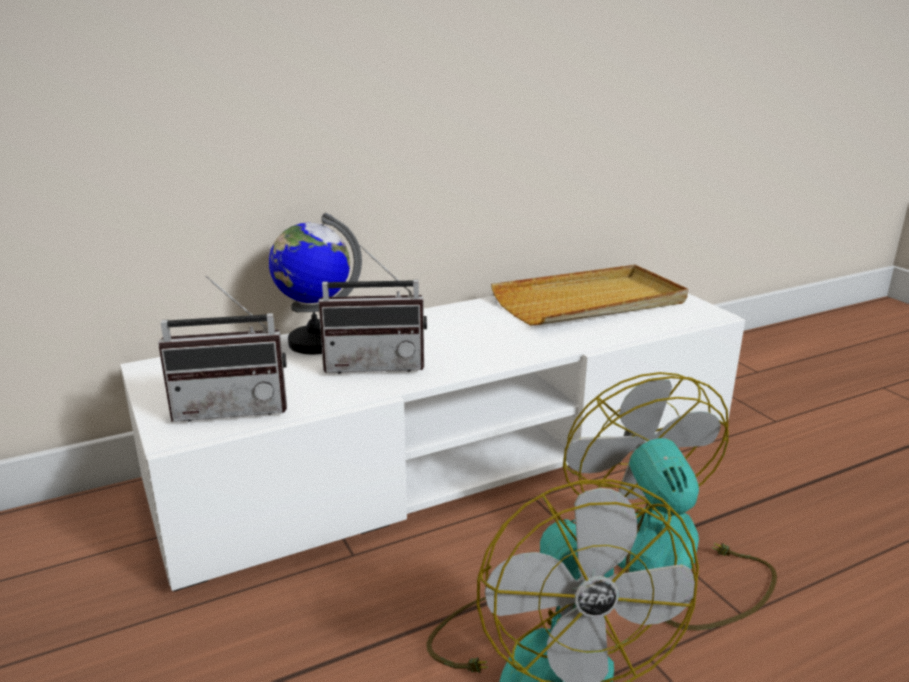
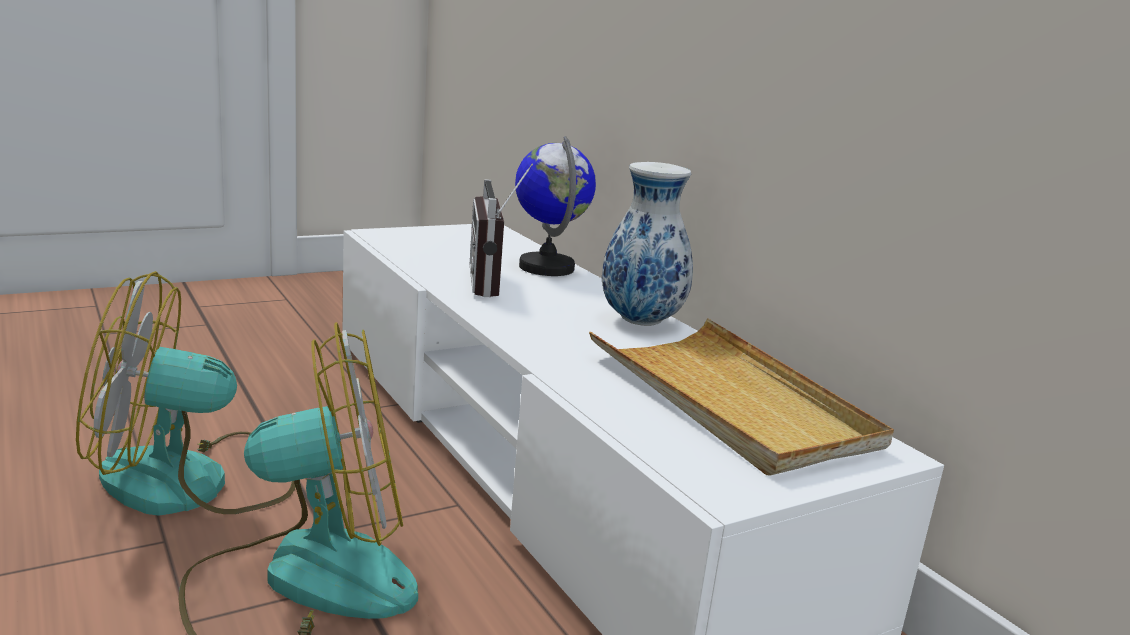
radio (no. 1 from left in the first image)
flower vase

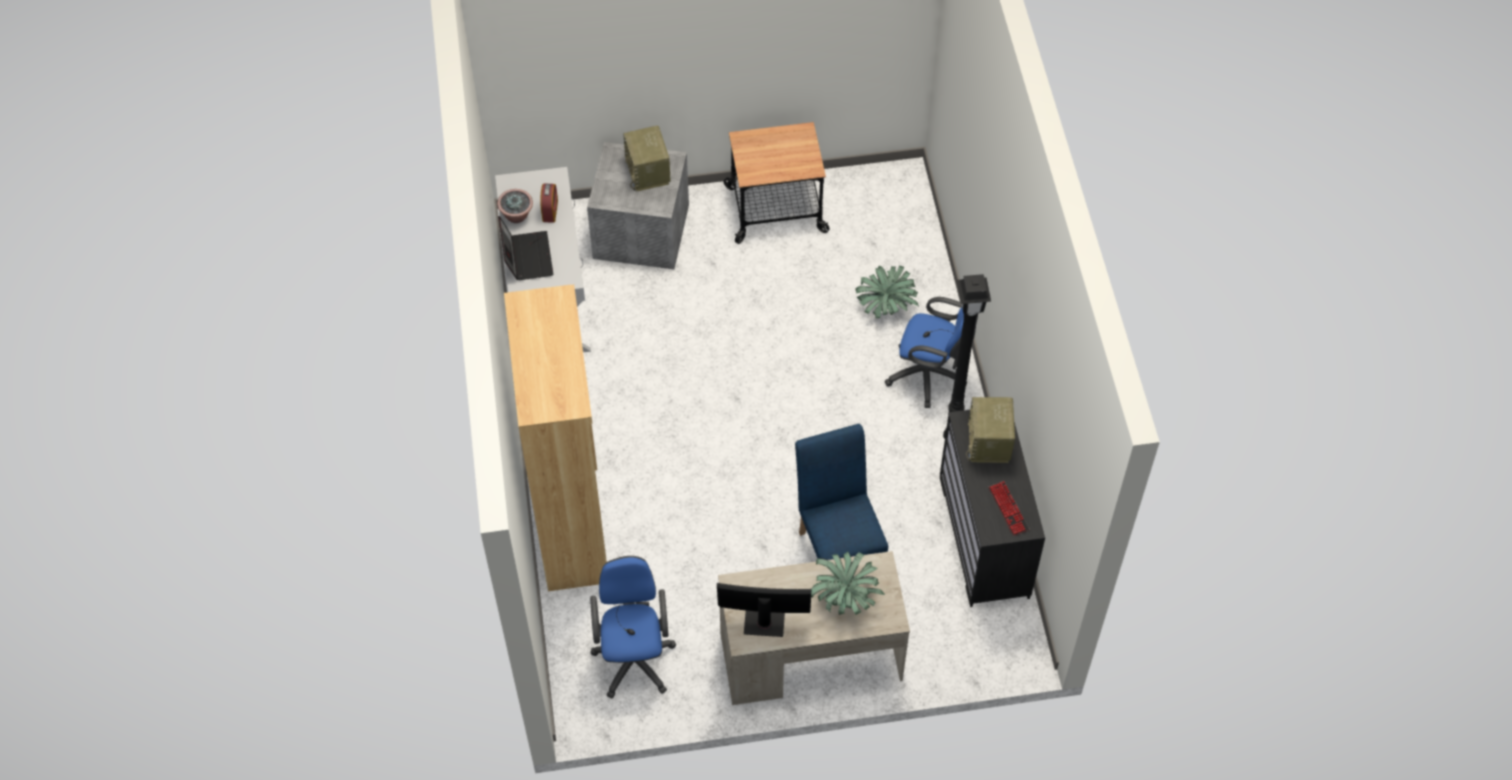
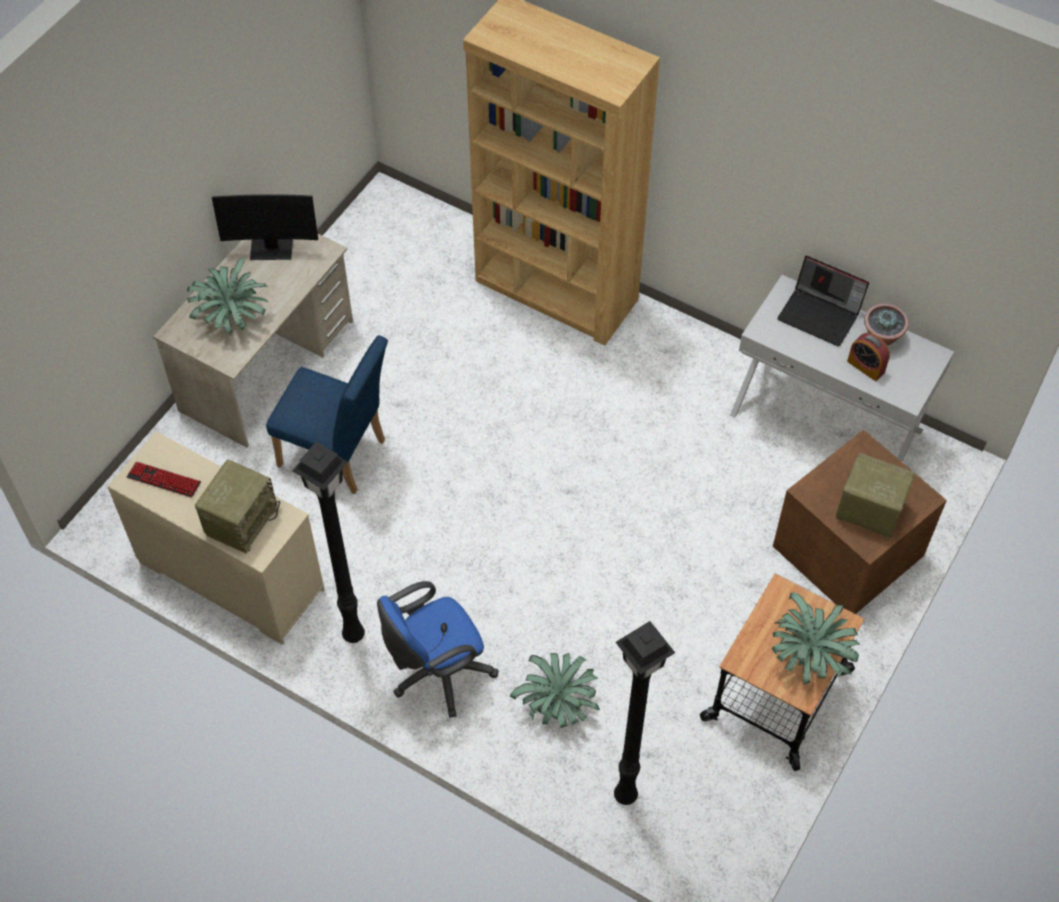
storage box/brown
radio (no. 1 from left)
drawer chest/beige-coloured
office chair/blue (no. 1 from left in the first image)
monitor
plant in a pot (no. 3 from left)
standing lamp/blackish (no. 2 from left)

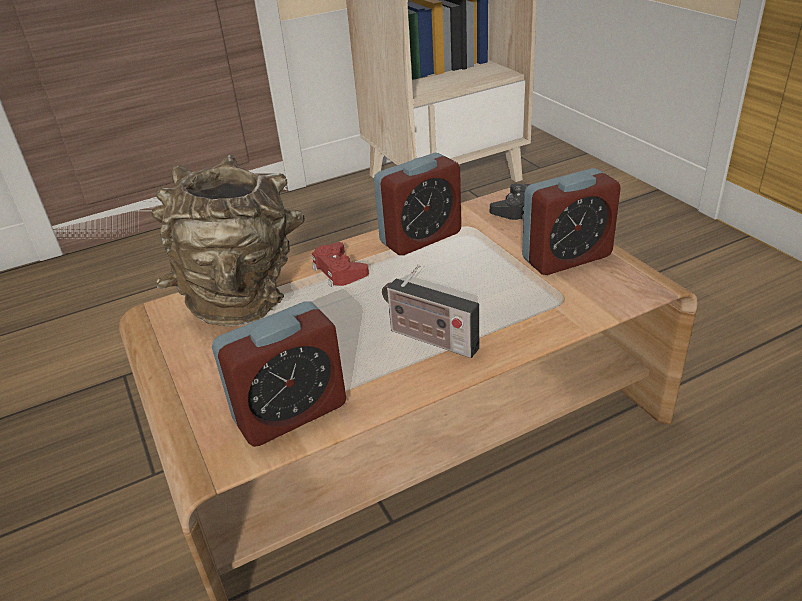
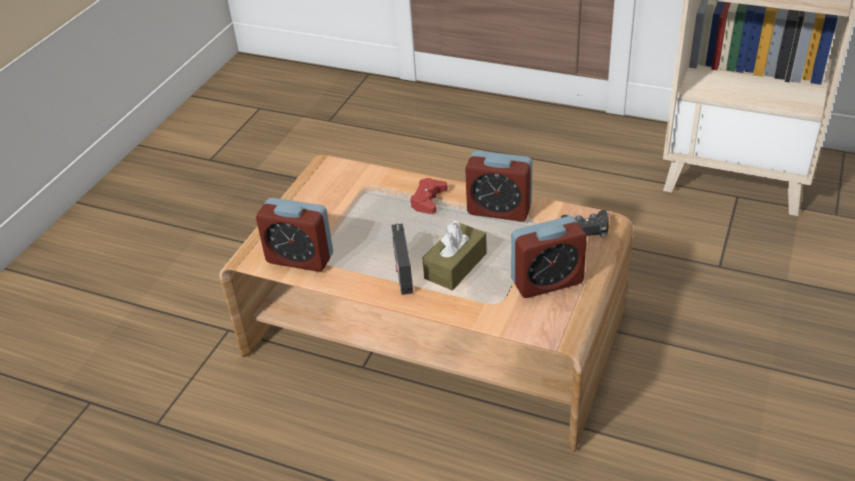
flower vase/brown
table clock (no. 3 from left)
tissue box/brown

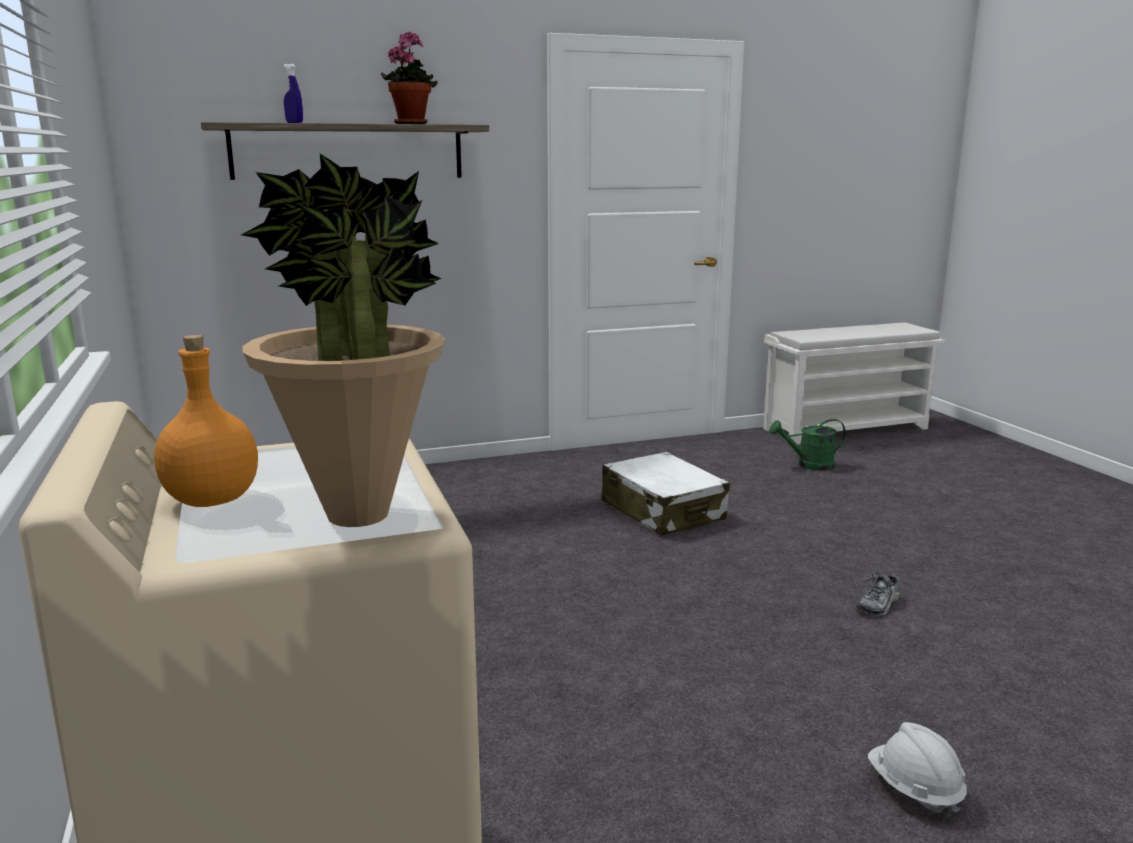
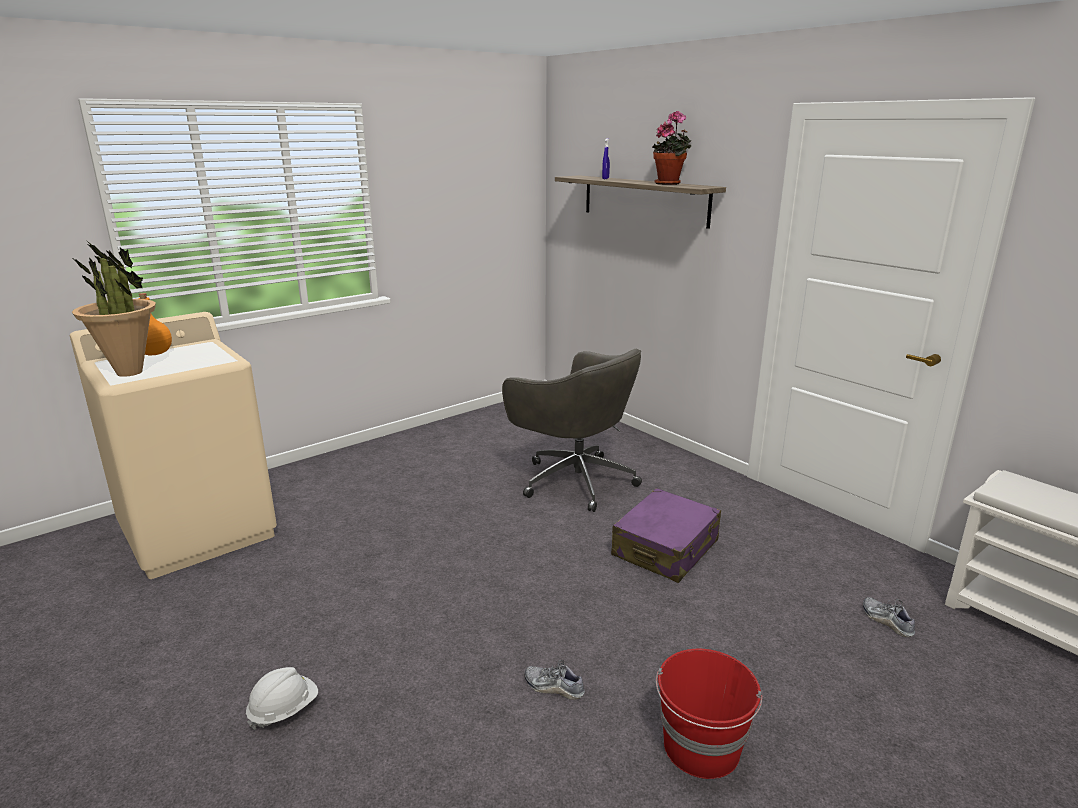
shoe (no. 2 from left)
piece of luggage/purplish
office chair/greyish
bucket/red

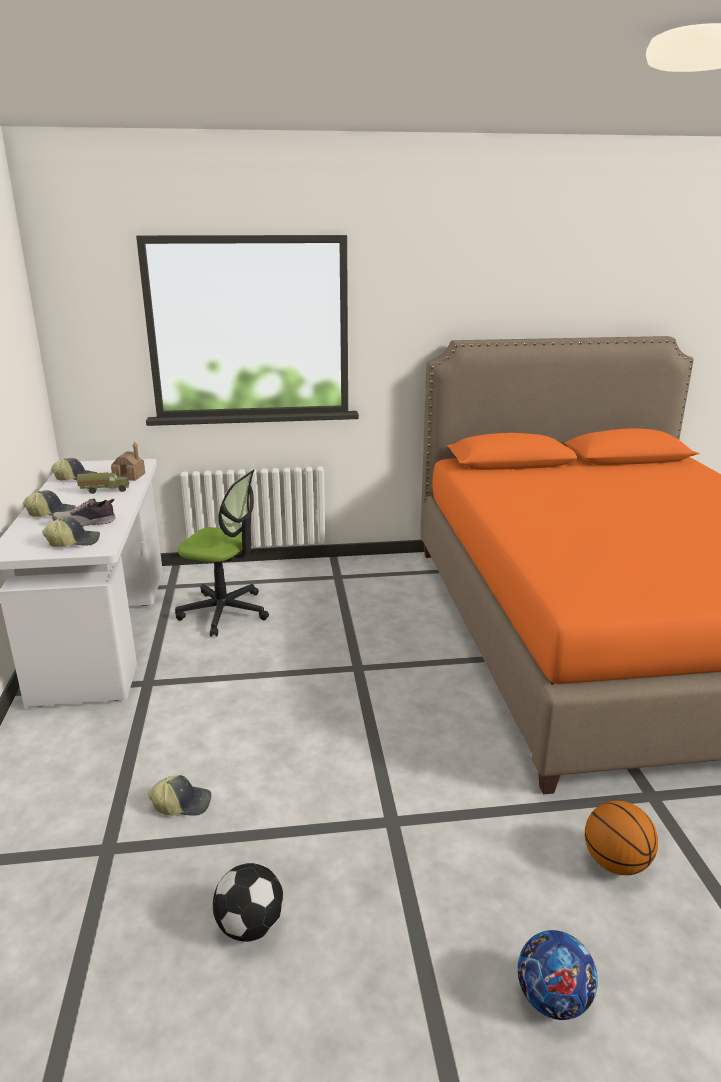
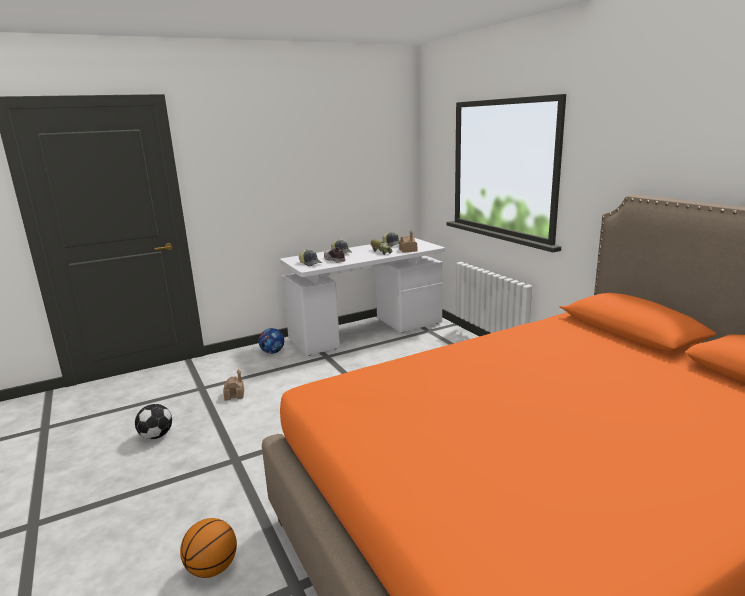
office chair
model house (no. 1 from left)
ball for football (no. 2 from left)

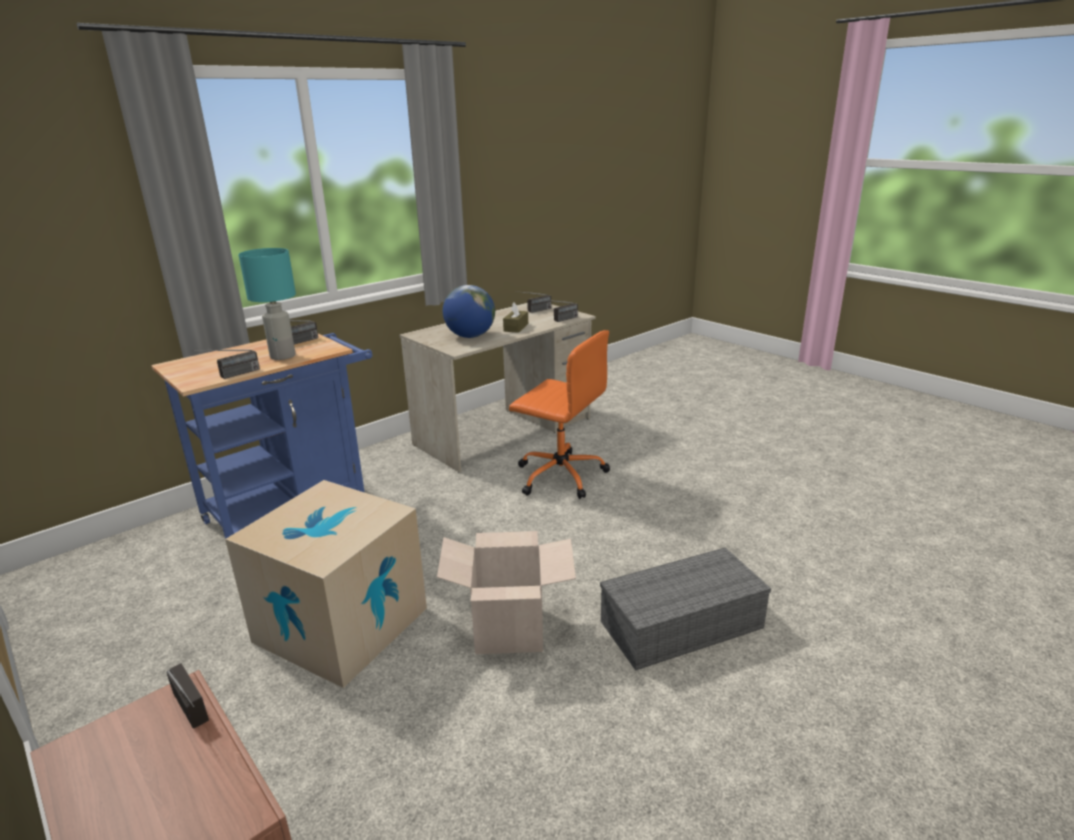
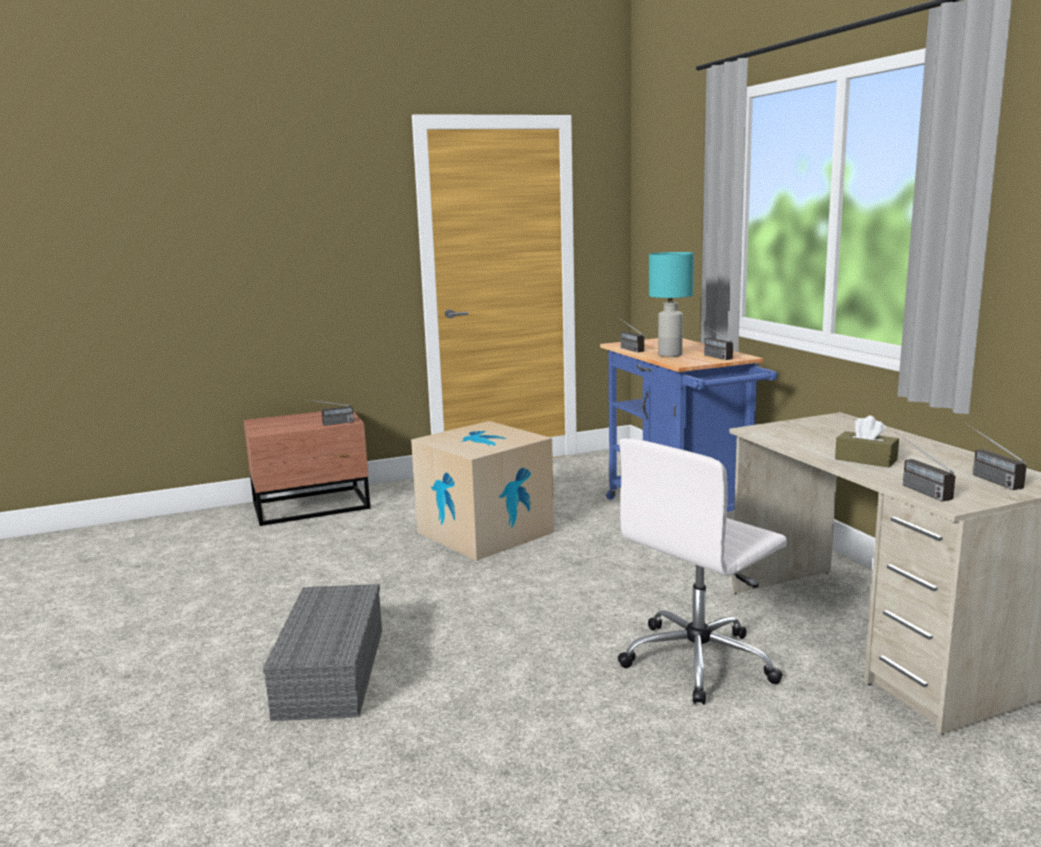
globe
office chair/whitish
packing box (no. 2 from left in the first image)

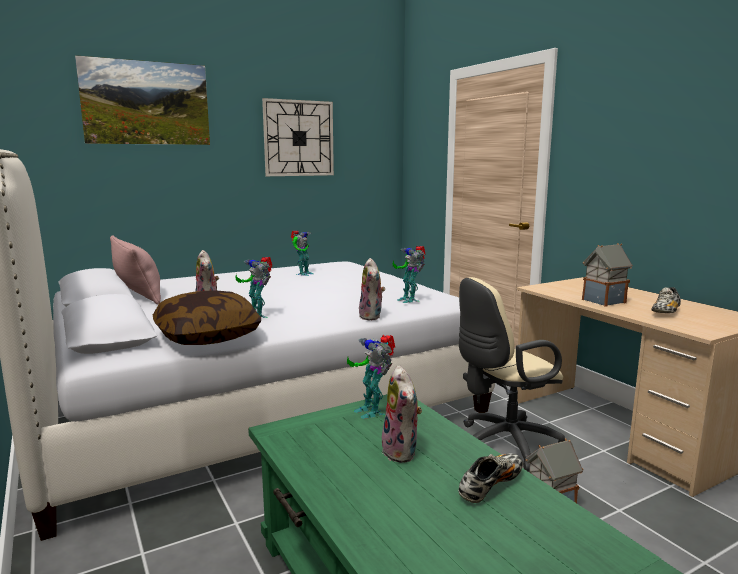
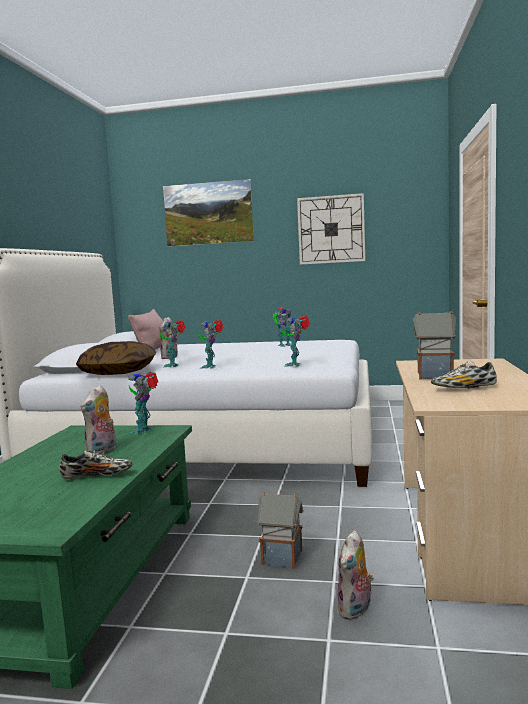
cuddly toy (no. 3 from left)
office chair/beige-coloured
model robot (no. 3 from left)

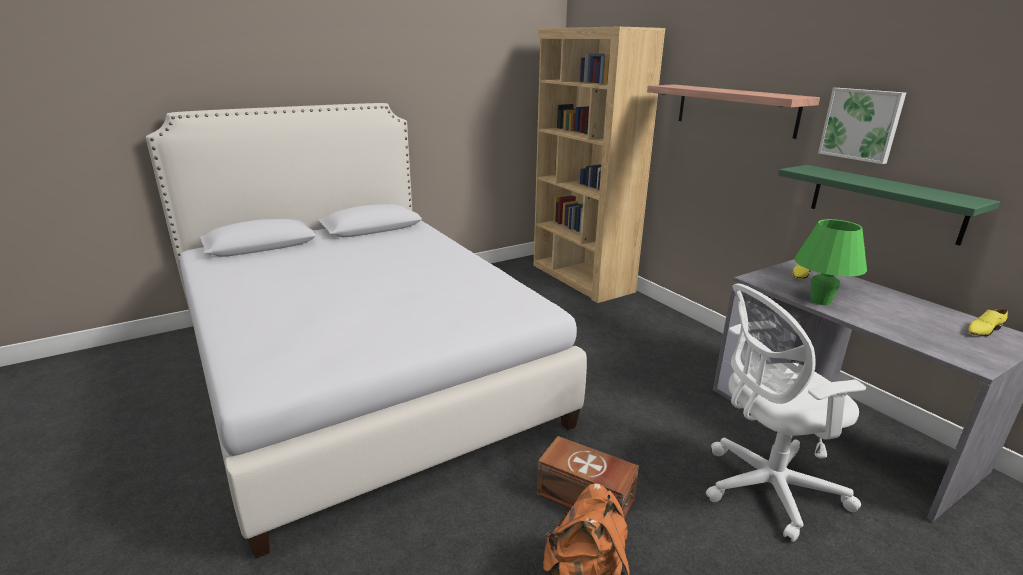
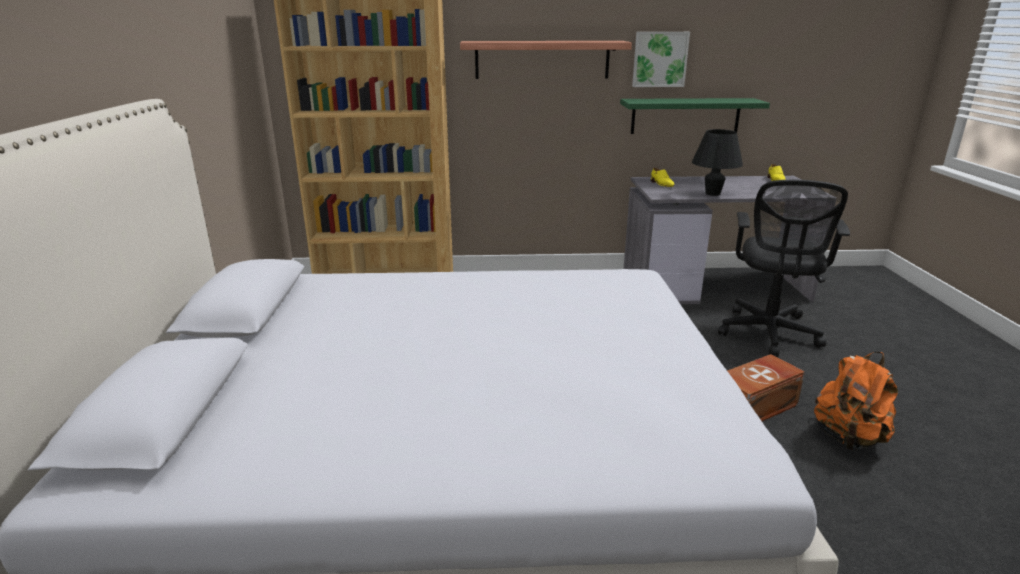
lamp for a table/blackish
office chair/blackish

